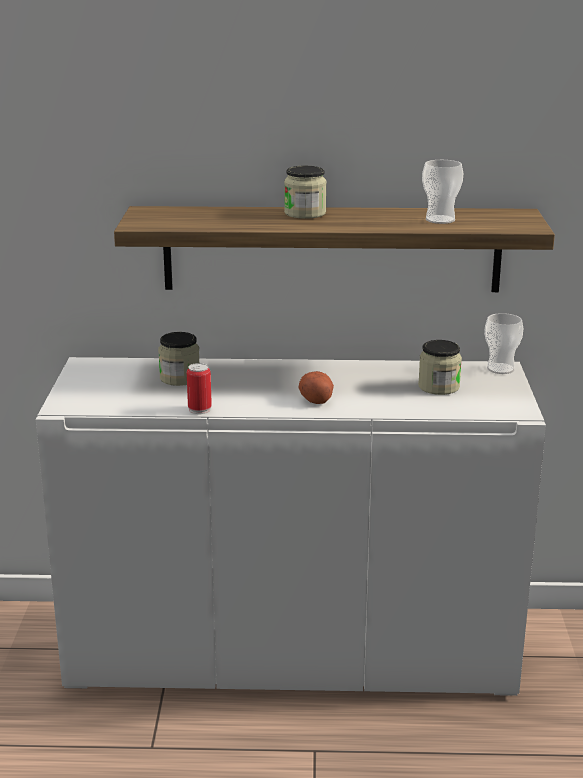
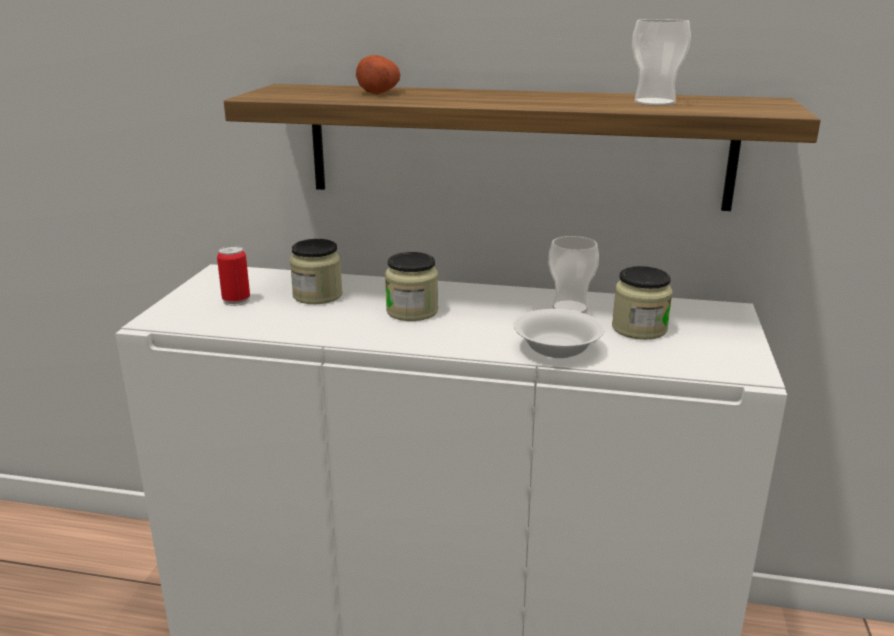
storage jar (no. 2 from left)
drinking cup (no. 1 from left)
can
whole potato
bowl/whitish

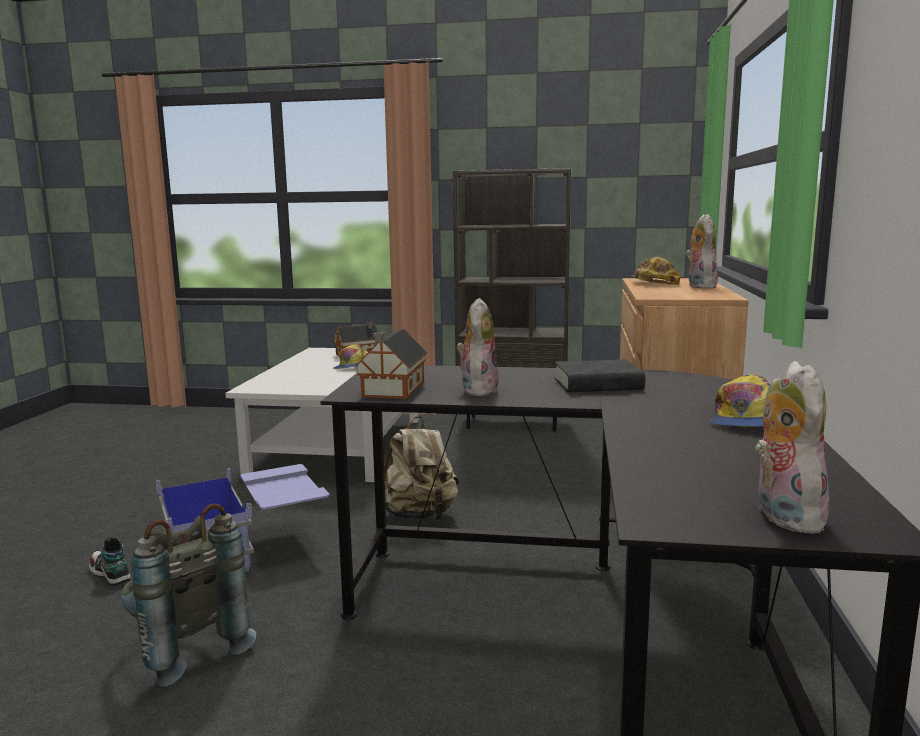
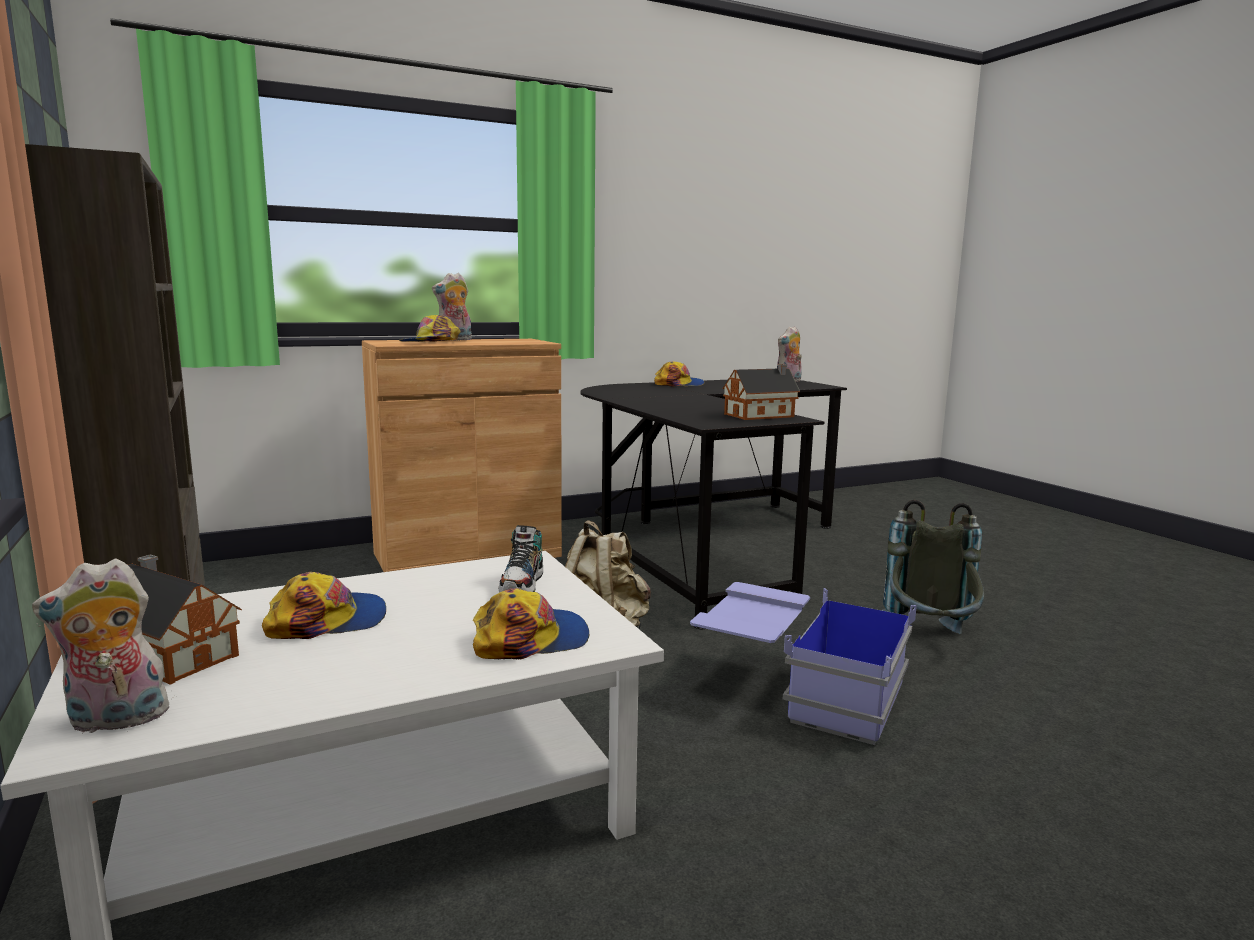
cuddly toy (no. 1 from left)
bound book/blackish
shoe
peaked cap (no. 3 from left)

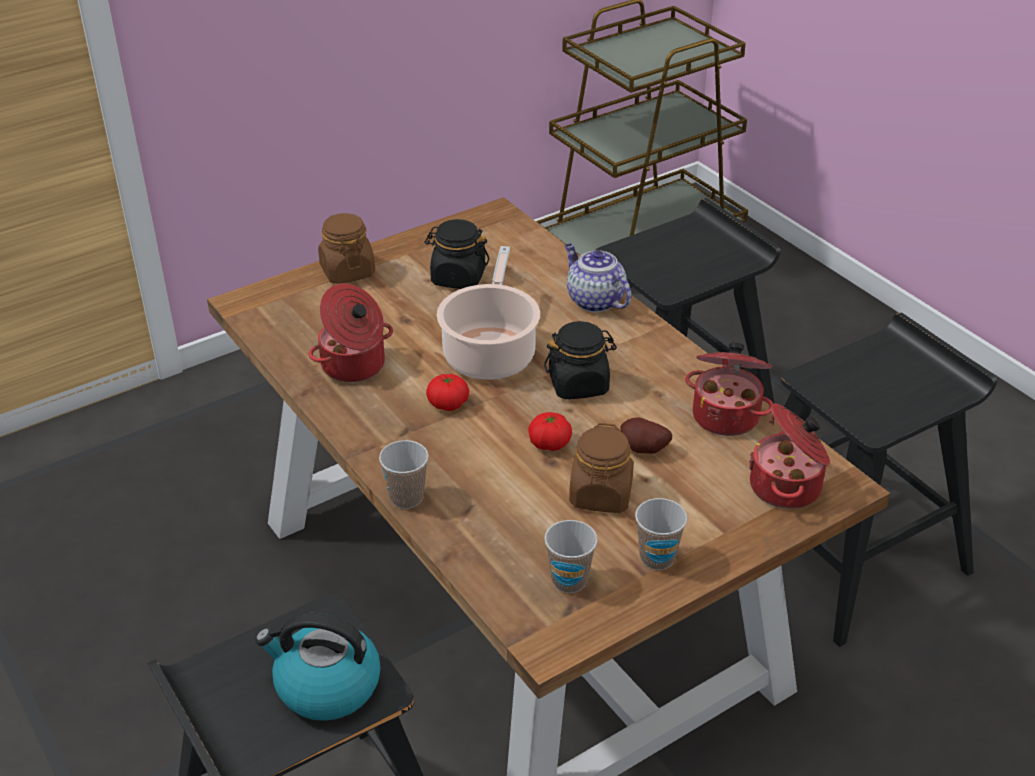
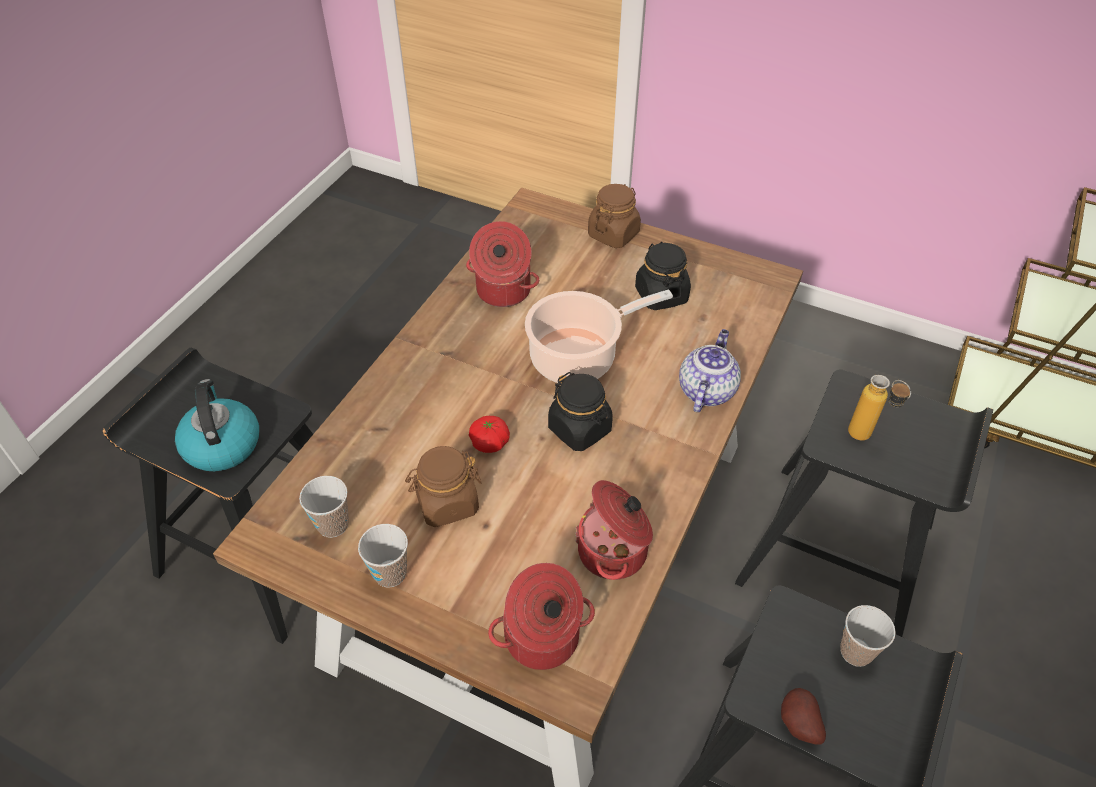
whole tomato (no. 1 from left in the first image)
whole potato
drinking cup (no. 3 from left)
beverage bottle

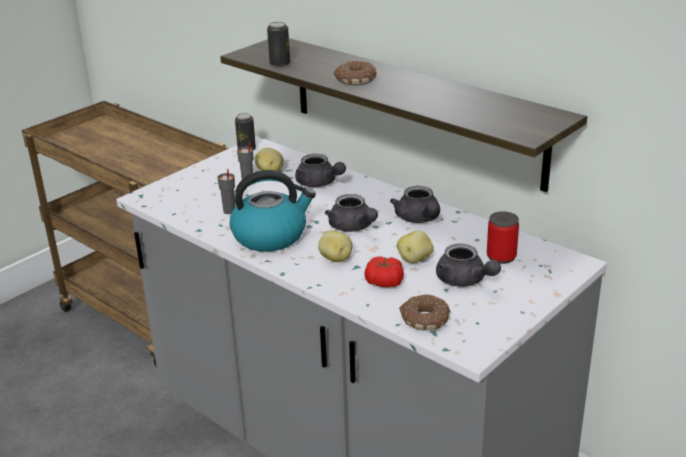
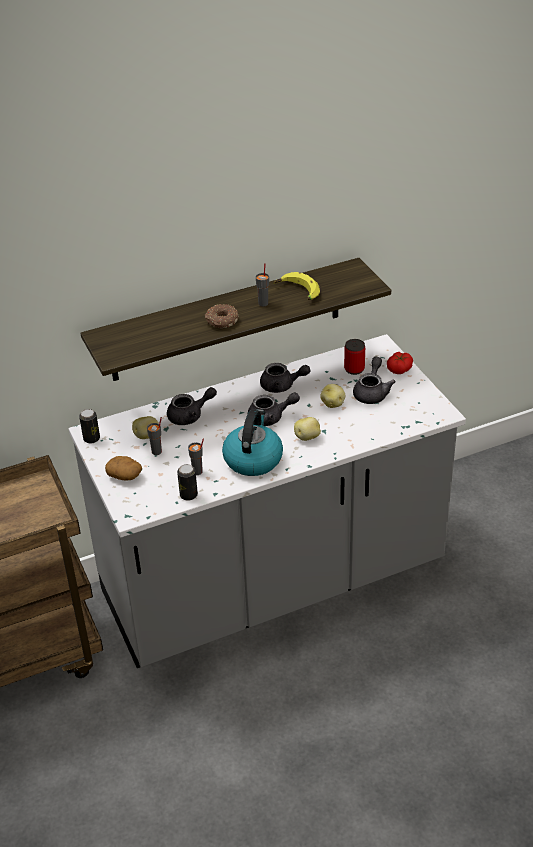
can (no. 2 from left)
teapot/greyish (no. 4 from left)
whole tomato
ring doughnut (no. 2 from left in the first image)
drinking cup/greyish (no. 3 from left)
whole banana
whole potato (no. 1 from left)

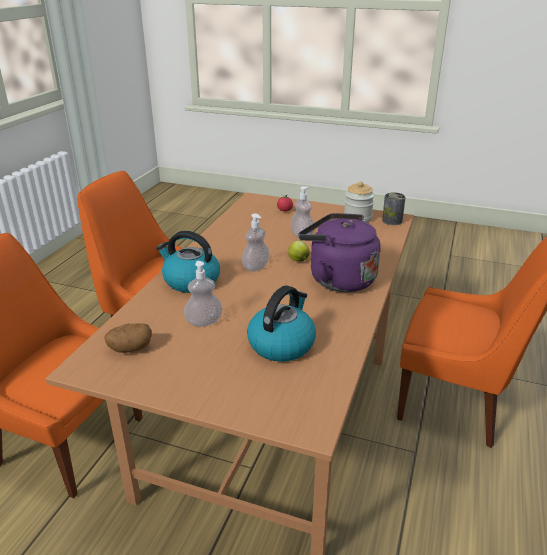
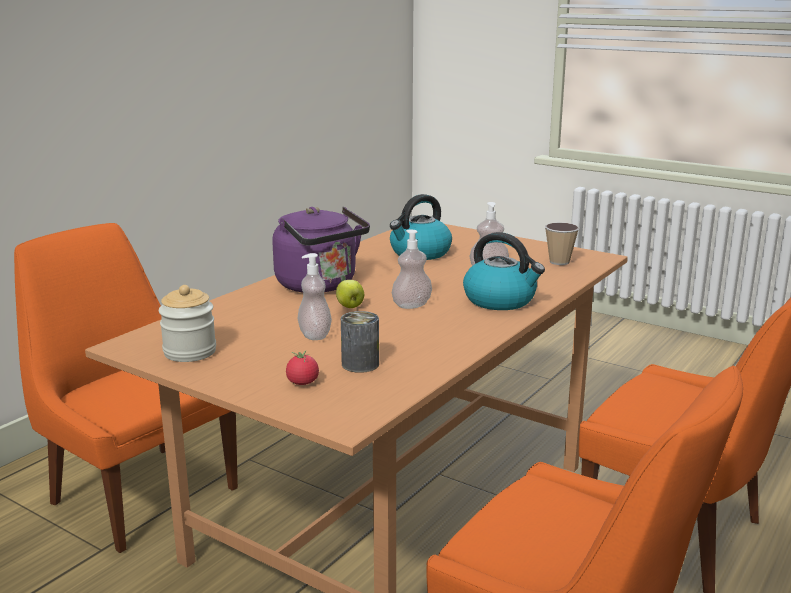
can
drinking cup

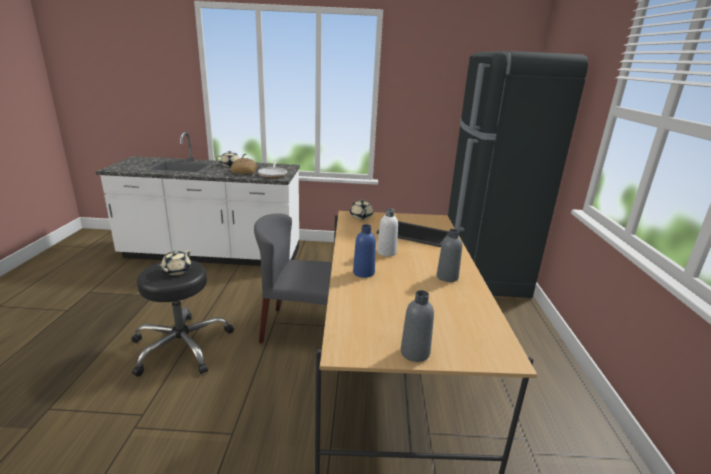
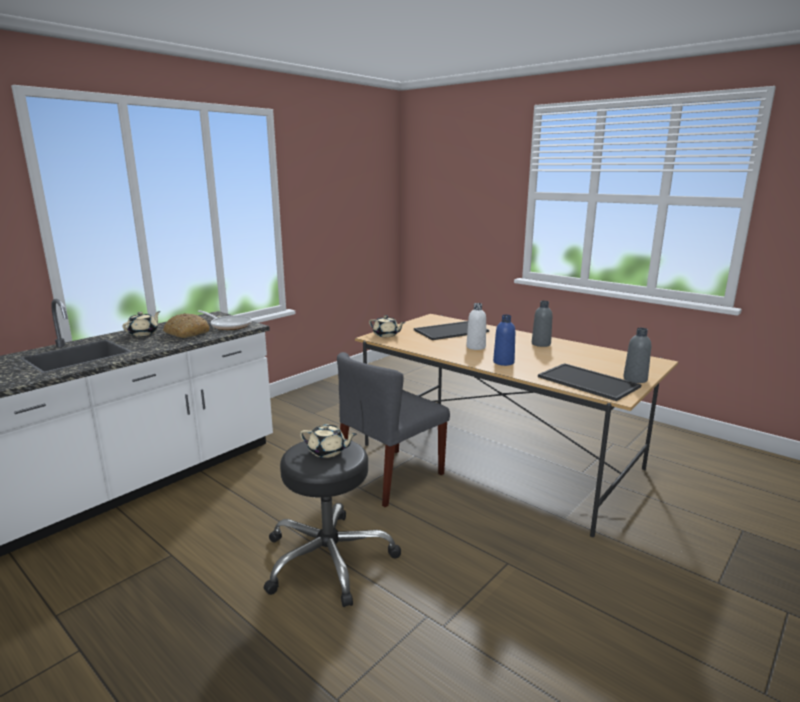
refrigerator/blackish
teapot/beige-coloured (no. 2 from left)
carrying tray (no. 2 from left)

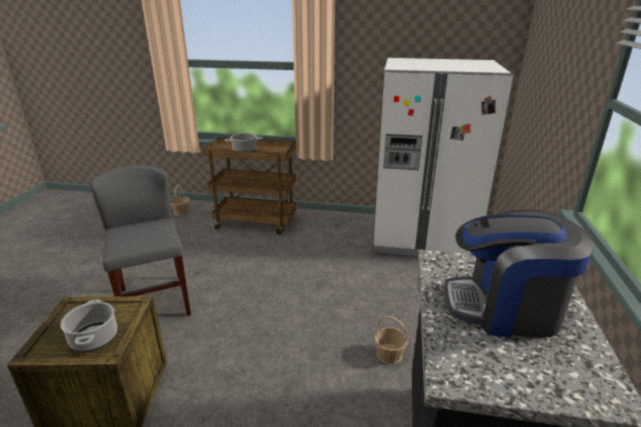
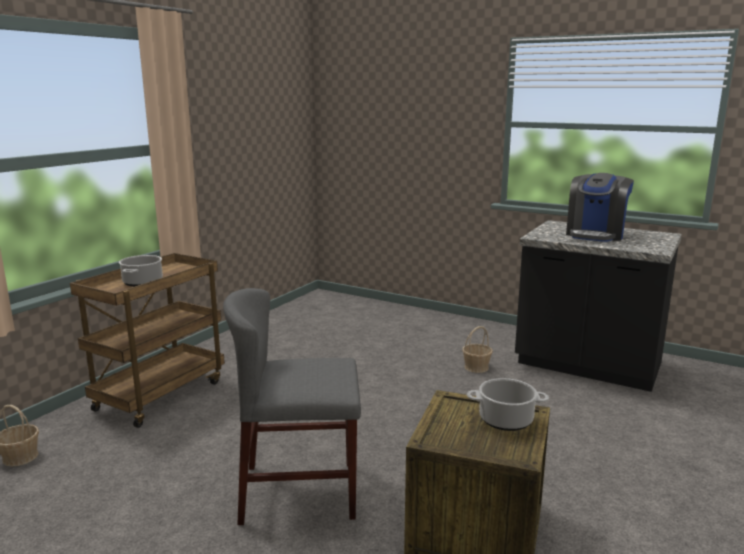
refrigerator/whitish

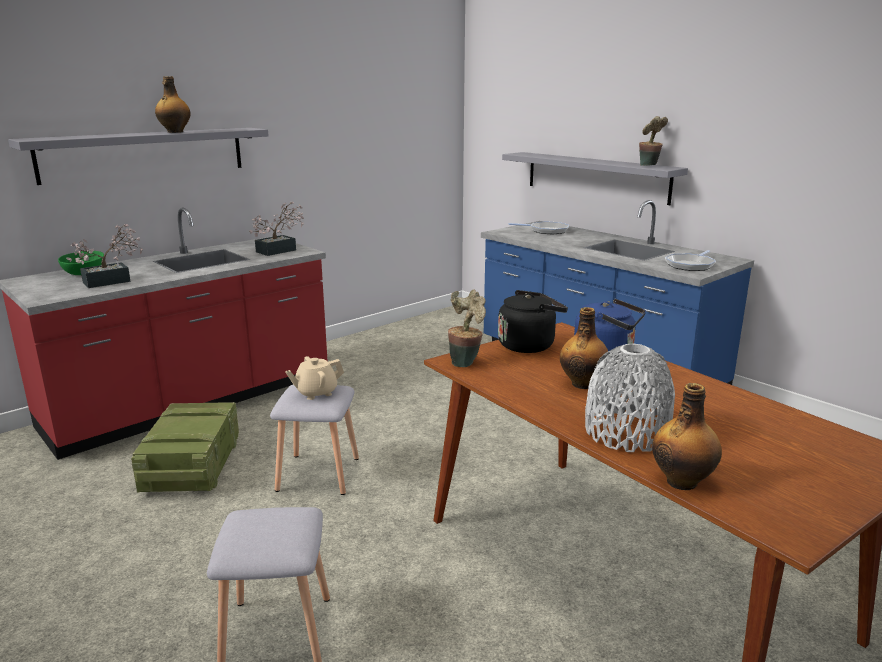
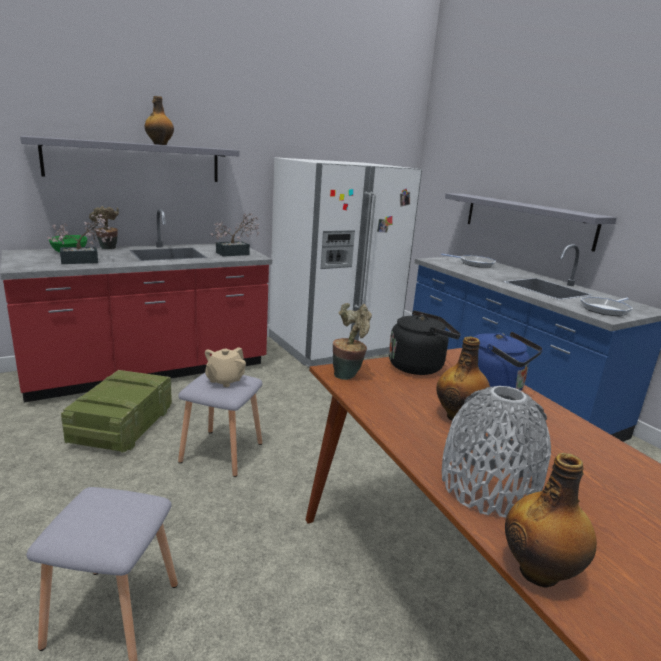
plant in a pot (no. 2 from left)
teapot/beige-coloured
refrigerator/whitish

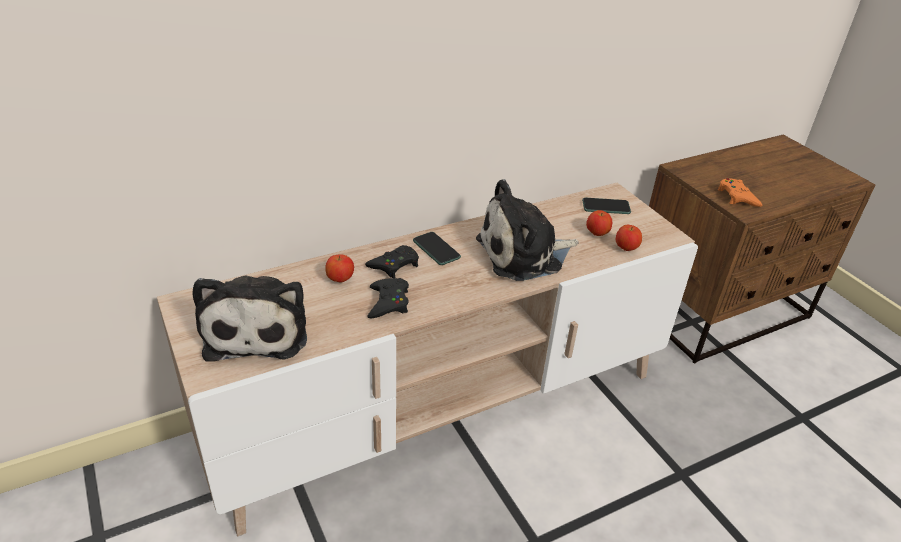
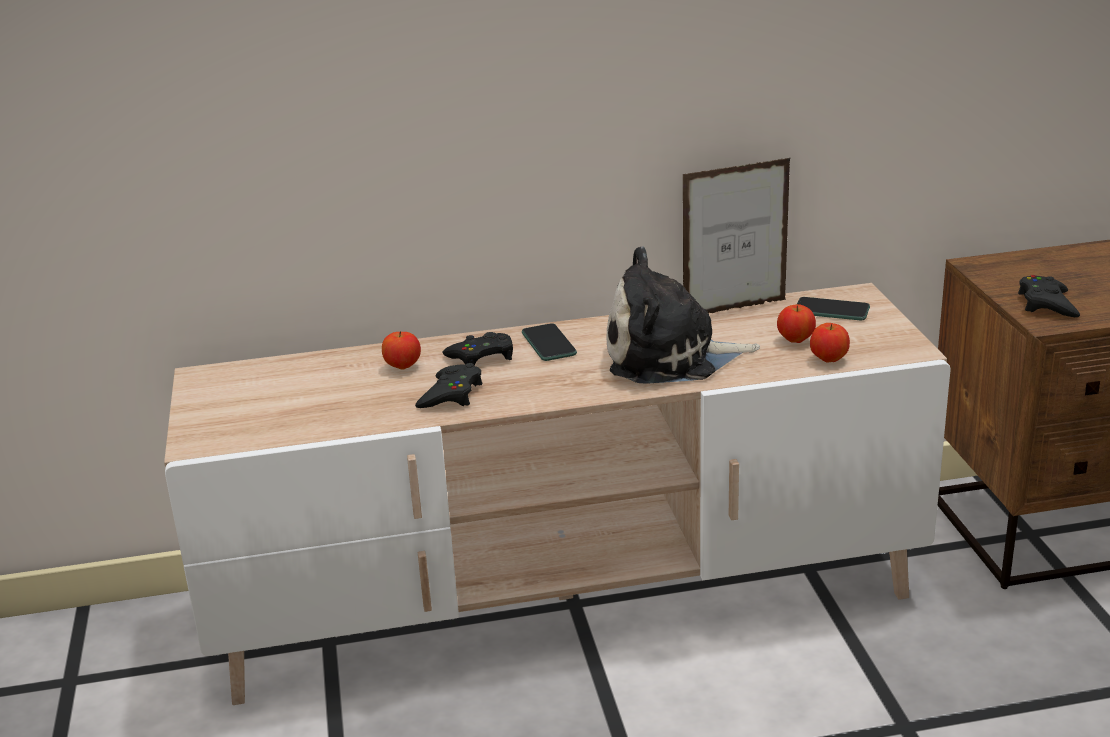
joypad/blackish (no. 3 from left)
cuddly toy (no. 1 from left in the first image)
photo frame

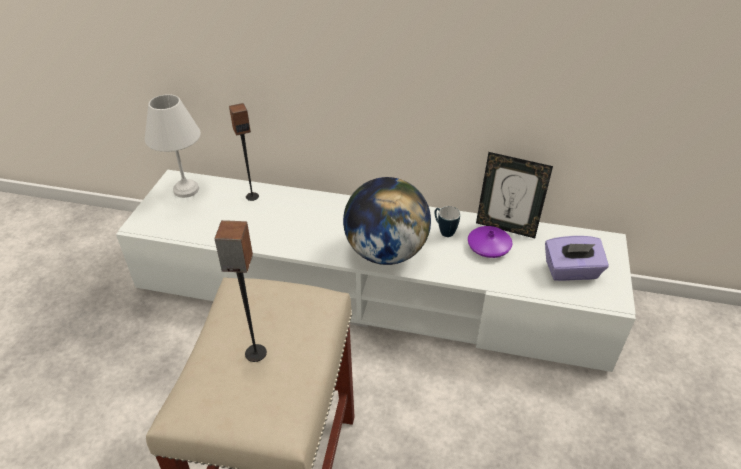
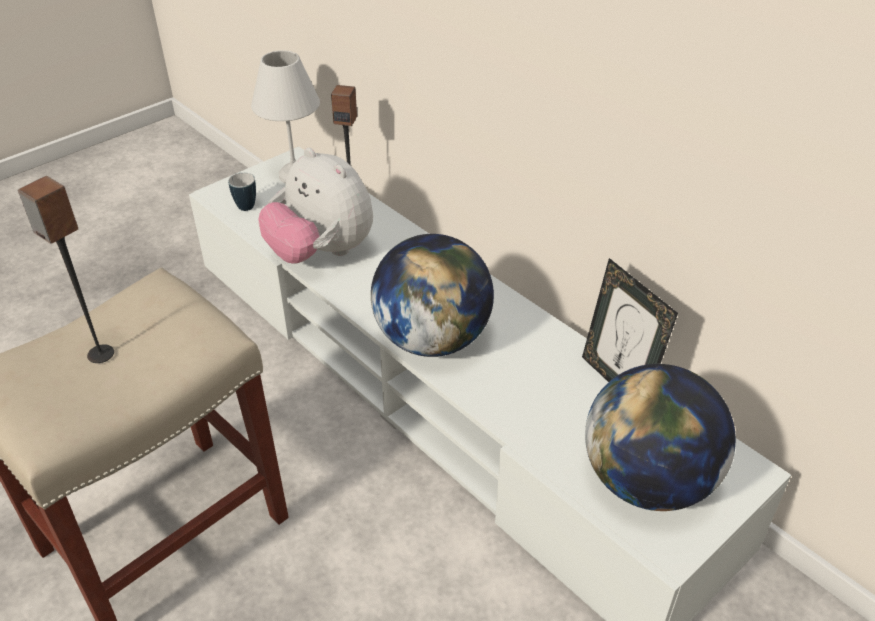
tea mug
flower vase/purplish
globe (no. 2 from left)
cuddly toy

